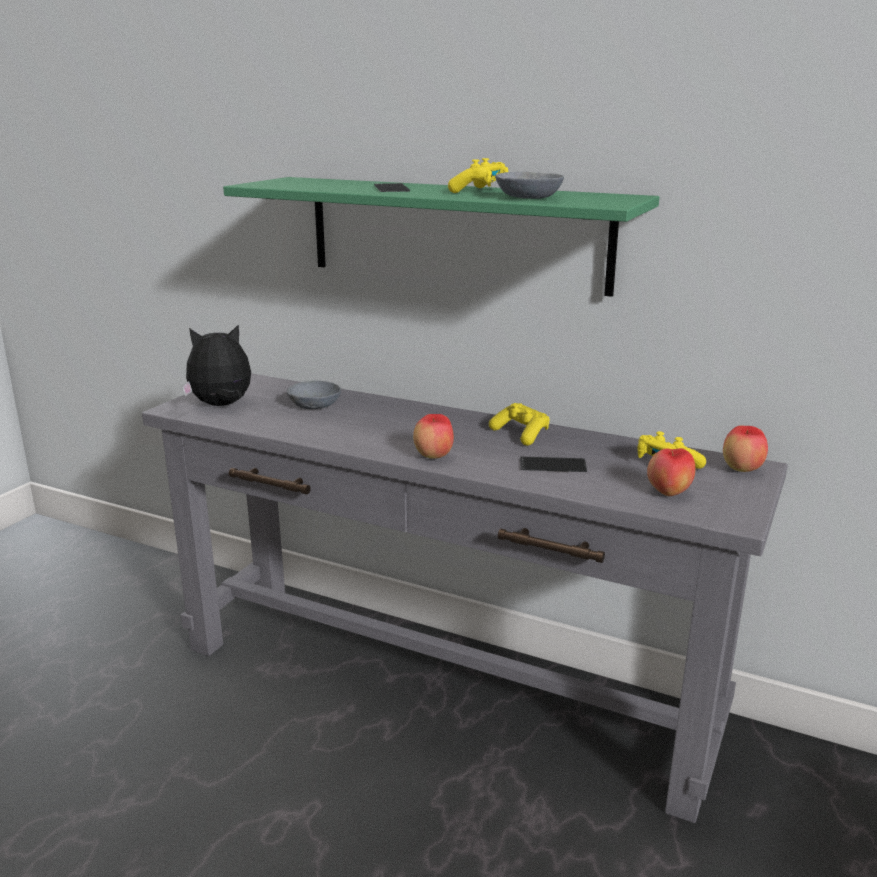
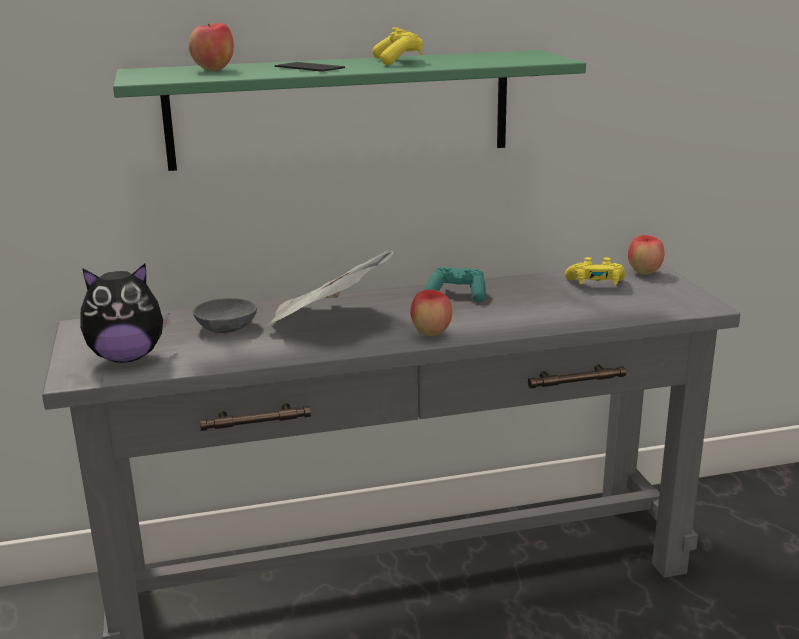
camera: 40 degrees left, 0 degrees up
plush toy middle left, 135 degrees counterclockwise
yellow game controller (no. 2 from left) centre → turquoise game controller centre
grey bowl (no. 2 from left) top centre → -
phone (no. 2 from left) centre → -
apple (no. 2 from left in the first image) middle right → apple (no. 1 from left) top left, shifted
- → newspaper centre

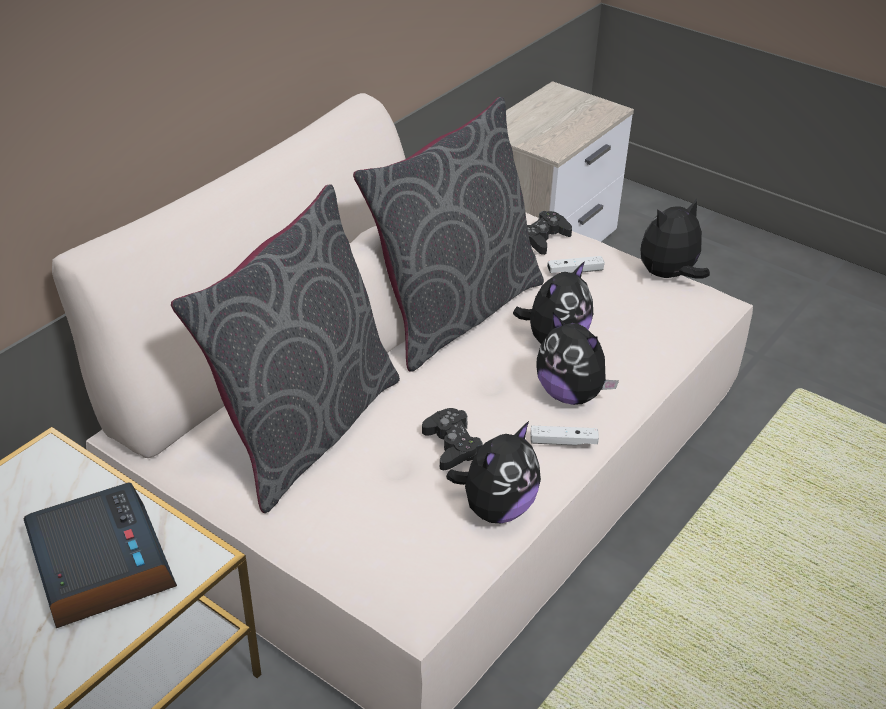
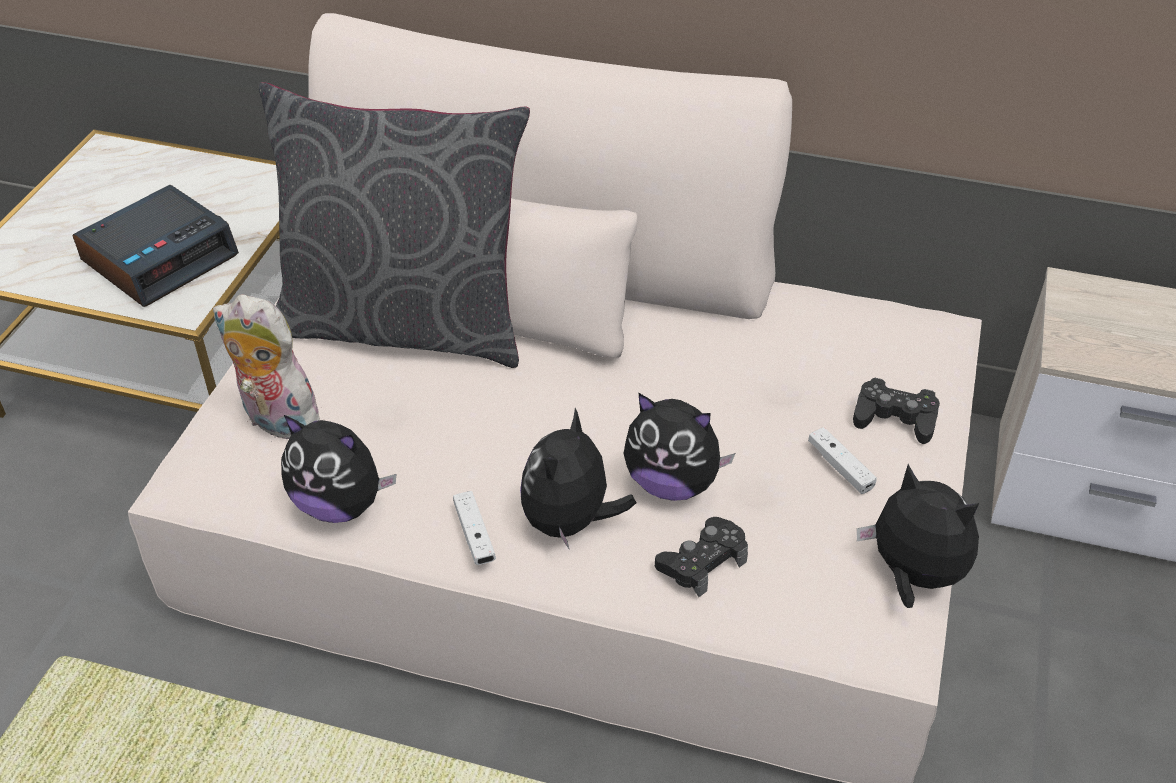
camera: 70 degrees right, 5 degrees up
grey pillow (no. 2 from left) top centre → -
black game controller (no. 1 from left) centre → black game controller (no. 1 from left) bottom centre, shifted
- → plush toy (no. 1 from left) middle left

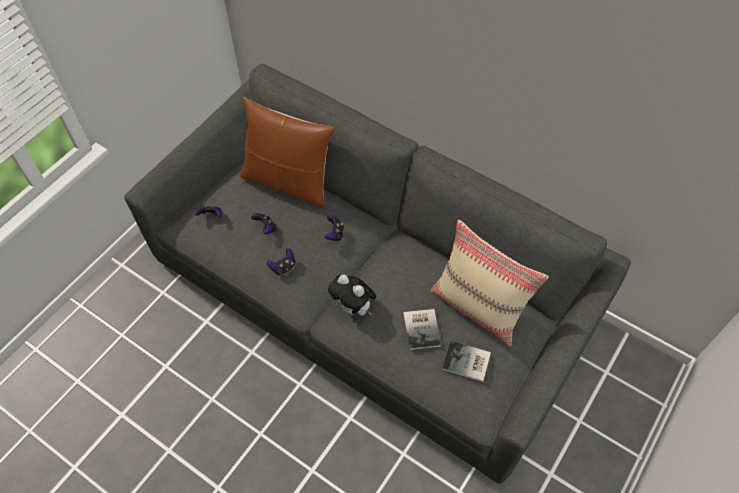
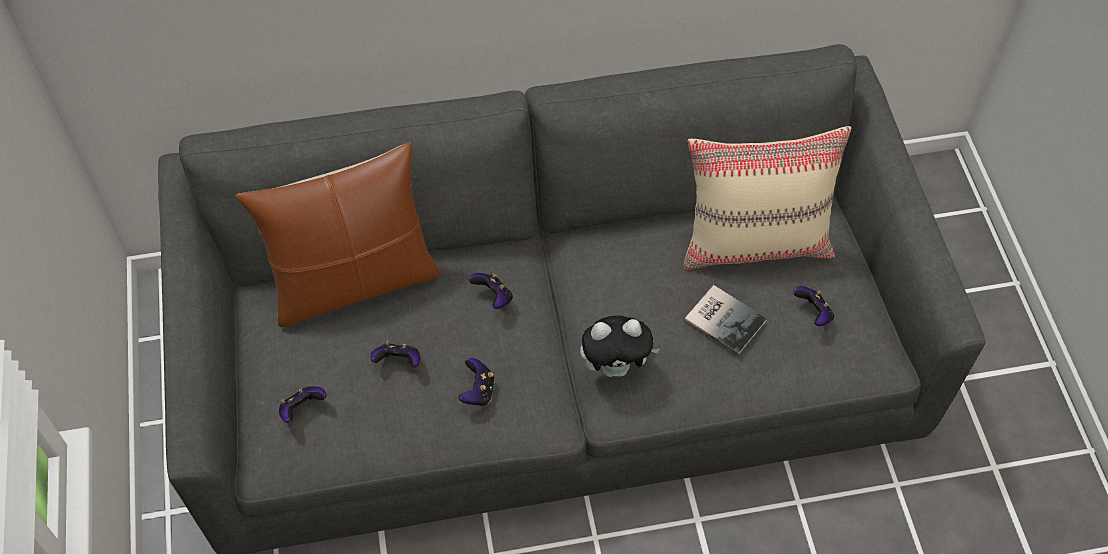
camera: 45 degrees left, 0 degrees up
book (no. 2 from left) bottom centre → game controller (no. 5 from left) middle right

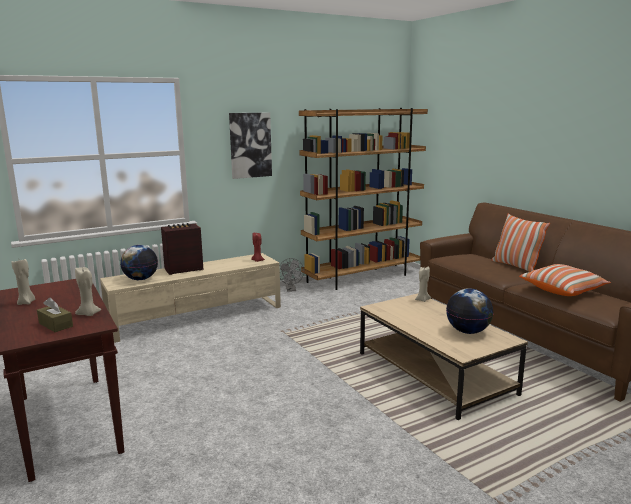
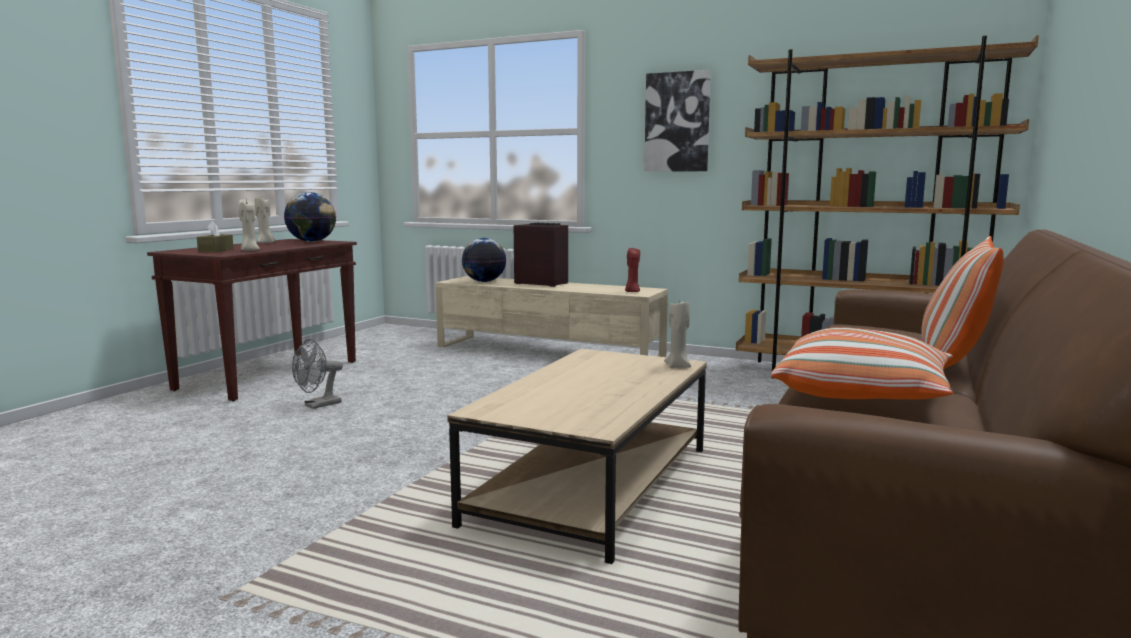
camera: 55 degrees right, 5 degrees down
grey fan centre → grey fan middle left, shifted
globe (no. 2 from left in the first image) middle right → globe (no. 1 from left) middle left, shifted

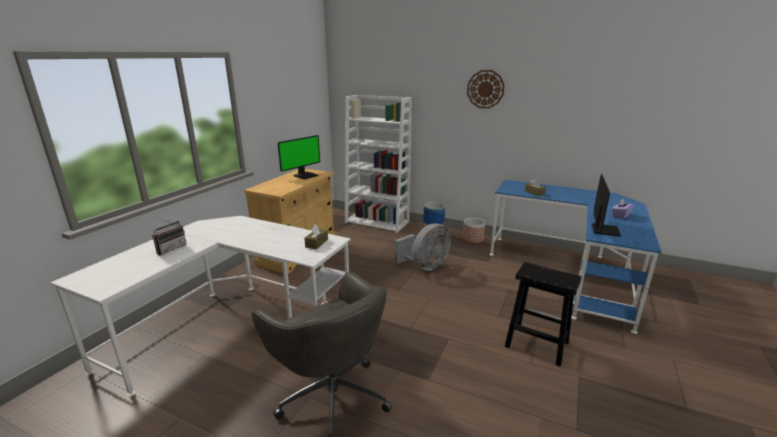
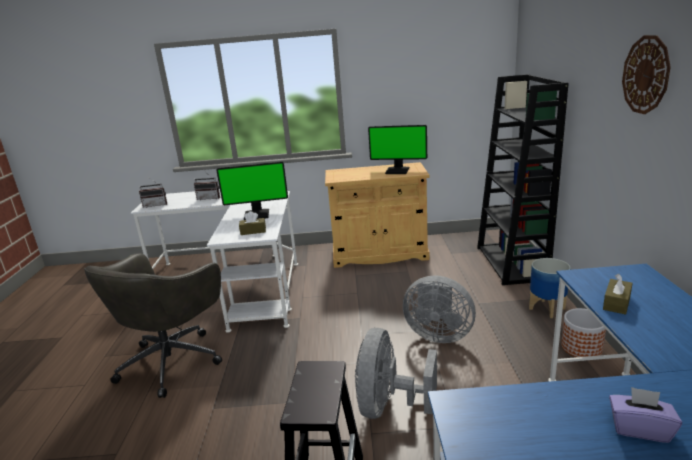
camera: 65 degrees right, 0 degrees up
white bookcase centre → black bookcase middle right
monitor (no. 2 from left in the first image) middle right → monitor (no. 1 from left) centre, shifted
- → radio (no. 1 from left) middle left
- → grey fan (no. 1 from left) bottom centre

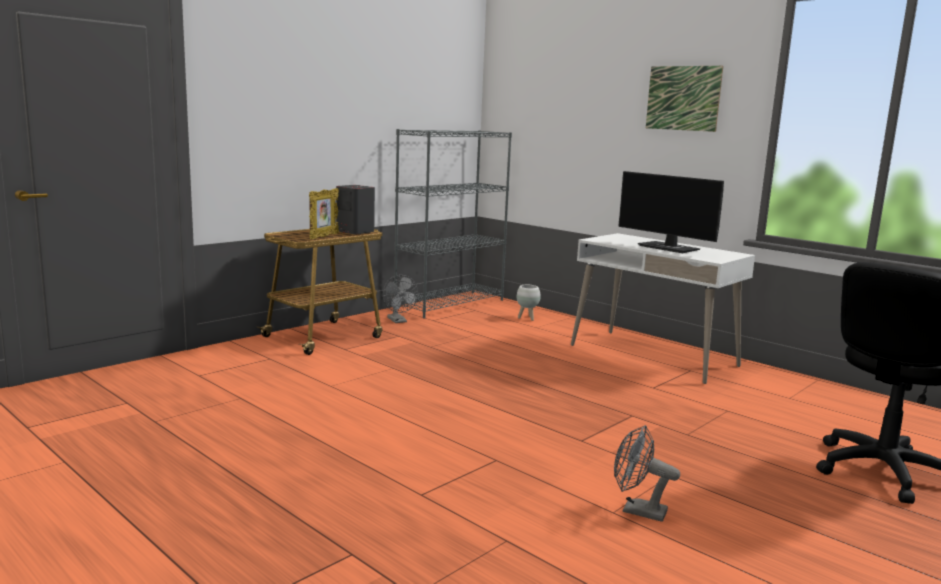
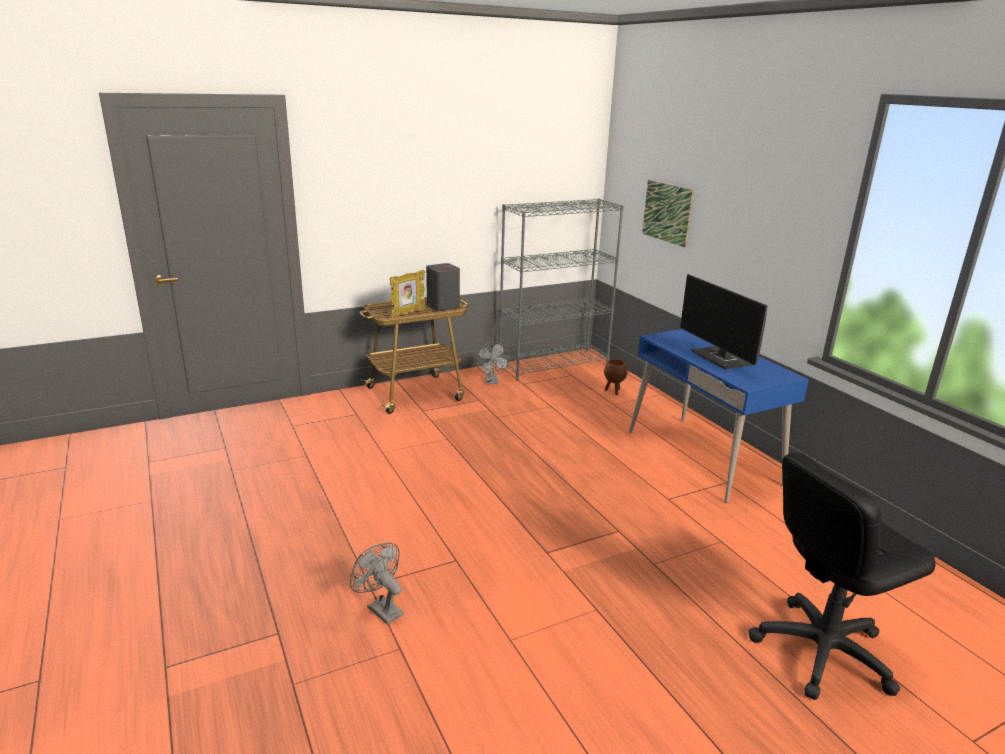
camera: 20 degrees right, 10 degrees up
white planter centre → brown planter centre
white desk middle right → blue desk middle right
grey fan (no. 2 from left in the first image) bottom right → grey fan (no. 1 from left) bottom centre, shifted
picture top right → picture top centre, shifted

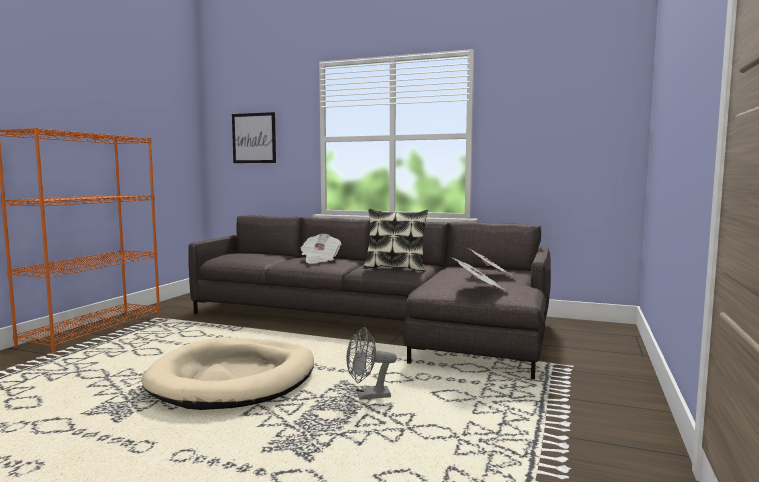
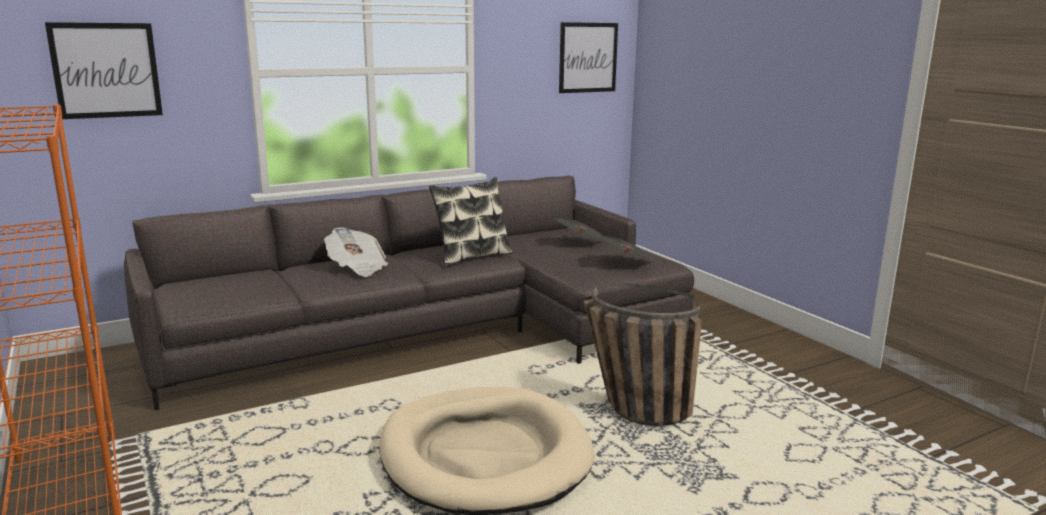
camera: 50 degrees left, 10 degrees up
grey fan bottom centre → basket bottom centre
- → picture (no. 2 from left) top centre

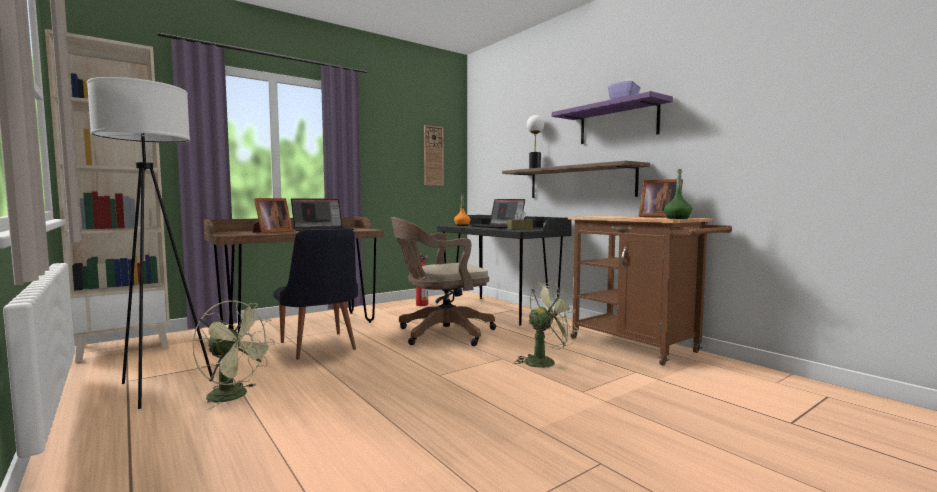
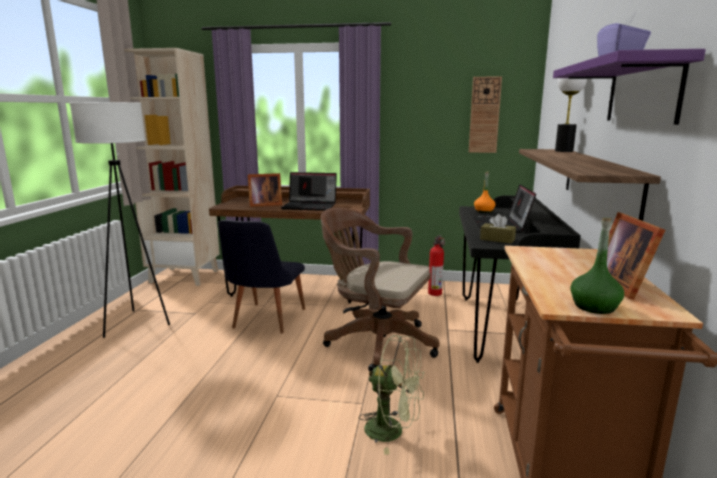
camera: 45 degrees right, 10 degrees up
green fan (no. 1 from left) bottom left → -

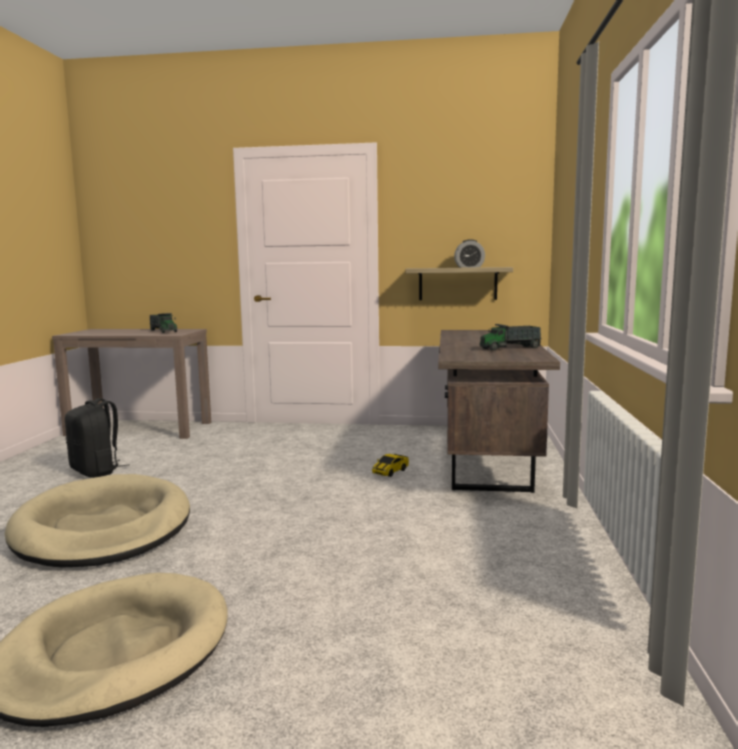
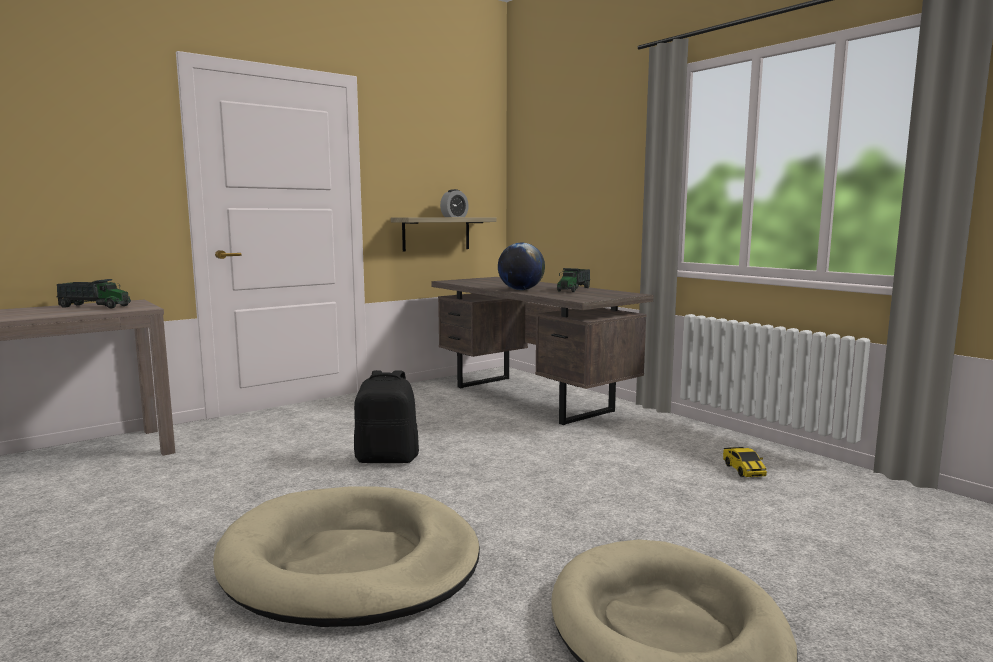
camera: 45 degrees left, 0 degrees up
black backpack middle left → black backpack centre, shifted
toy car centre → toy car bottom right, shifted
- → globe centre

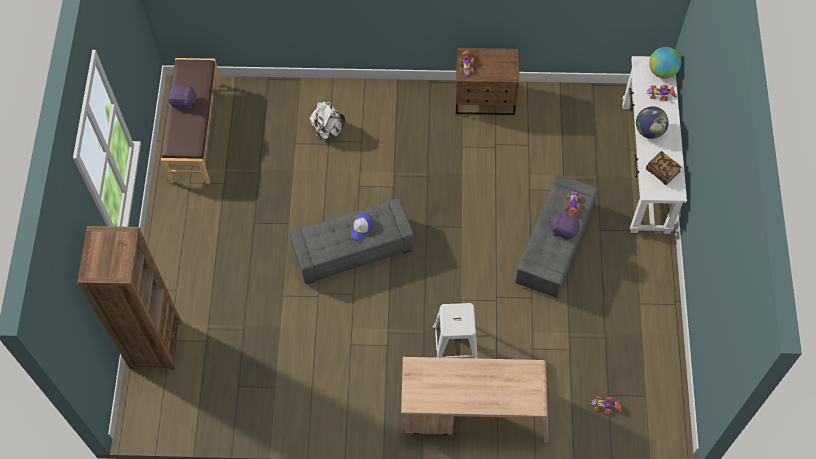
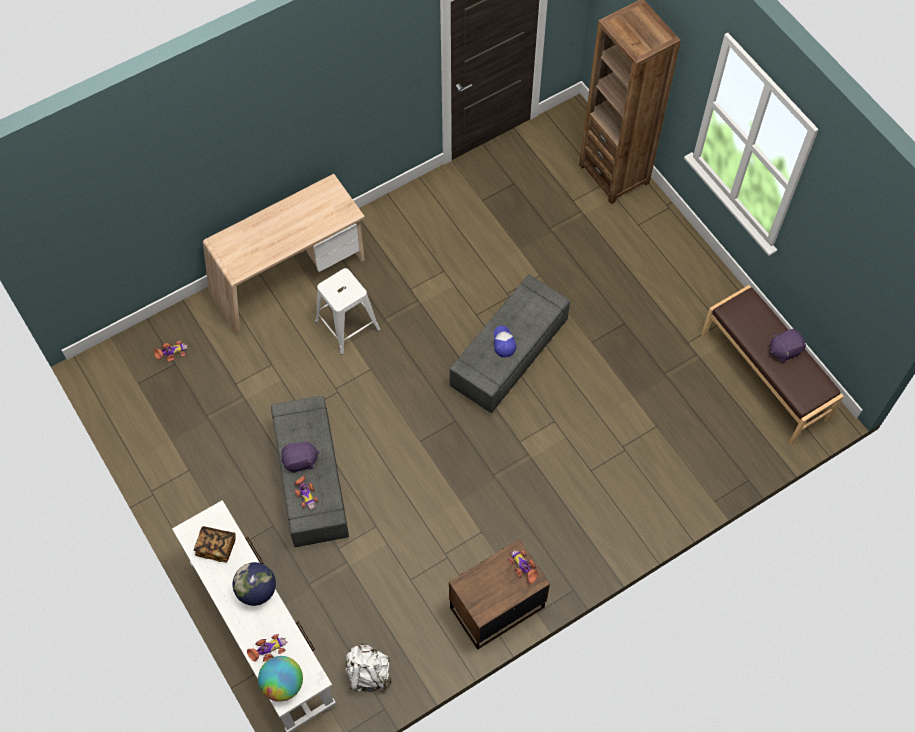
camera: 145 degrees right, 0 degrees up
white backpack top centre → white backpack bottom centre, shifted

